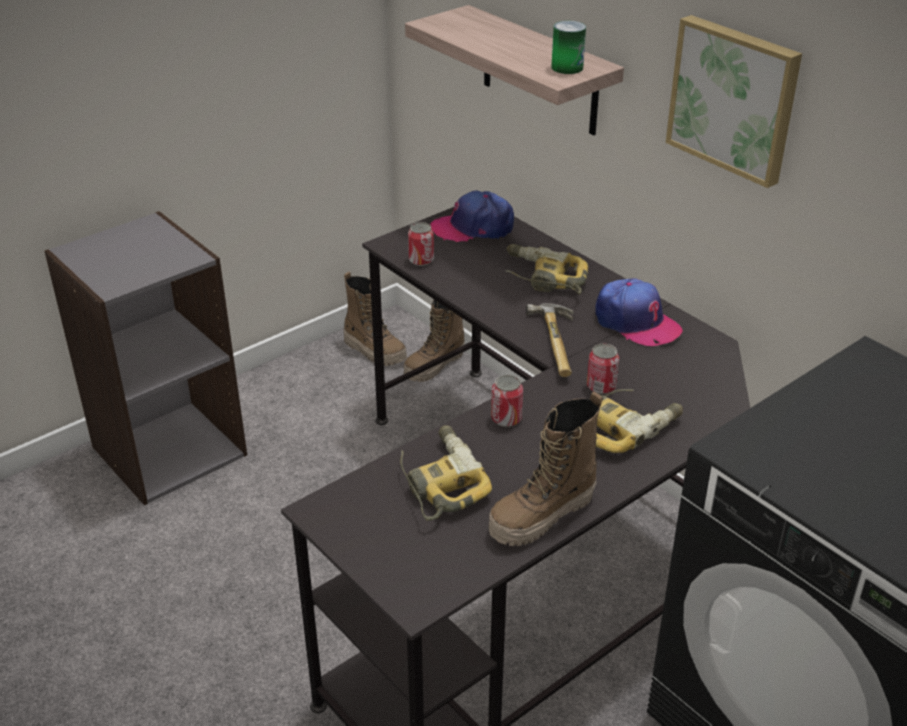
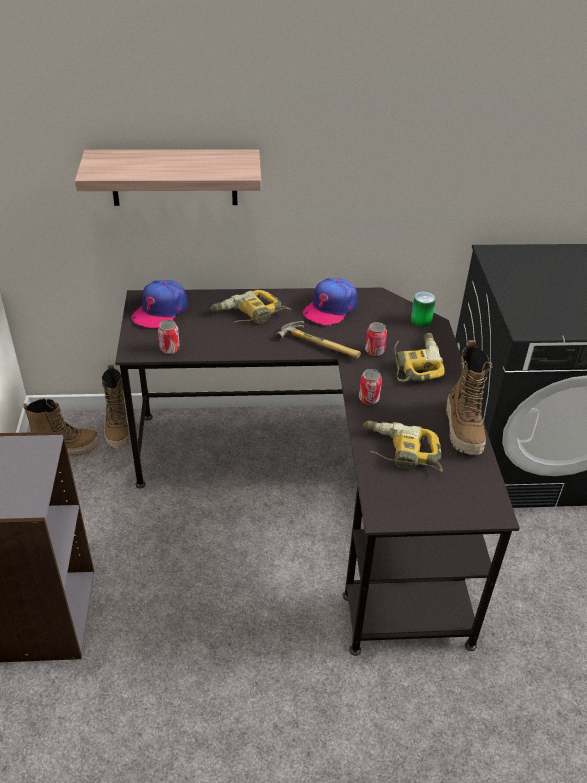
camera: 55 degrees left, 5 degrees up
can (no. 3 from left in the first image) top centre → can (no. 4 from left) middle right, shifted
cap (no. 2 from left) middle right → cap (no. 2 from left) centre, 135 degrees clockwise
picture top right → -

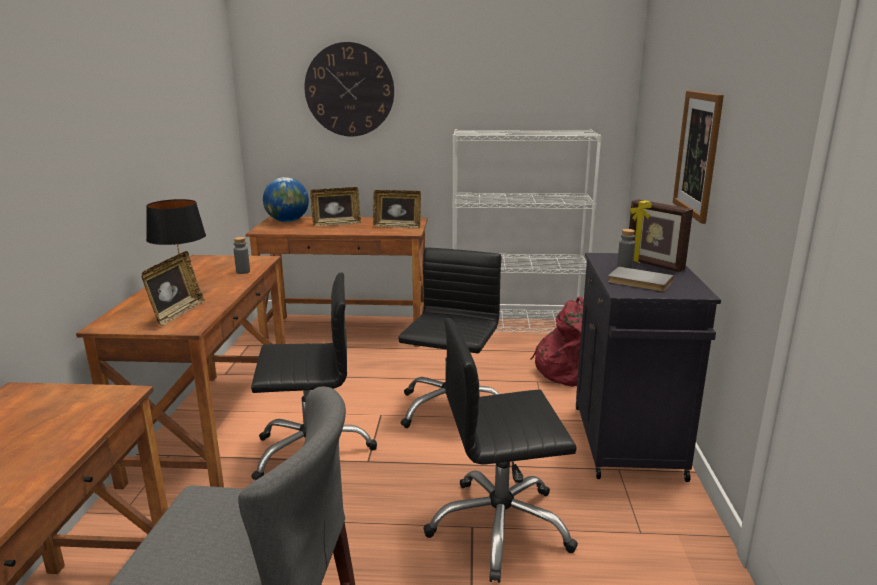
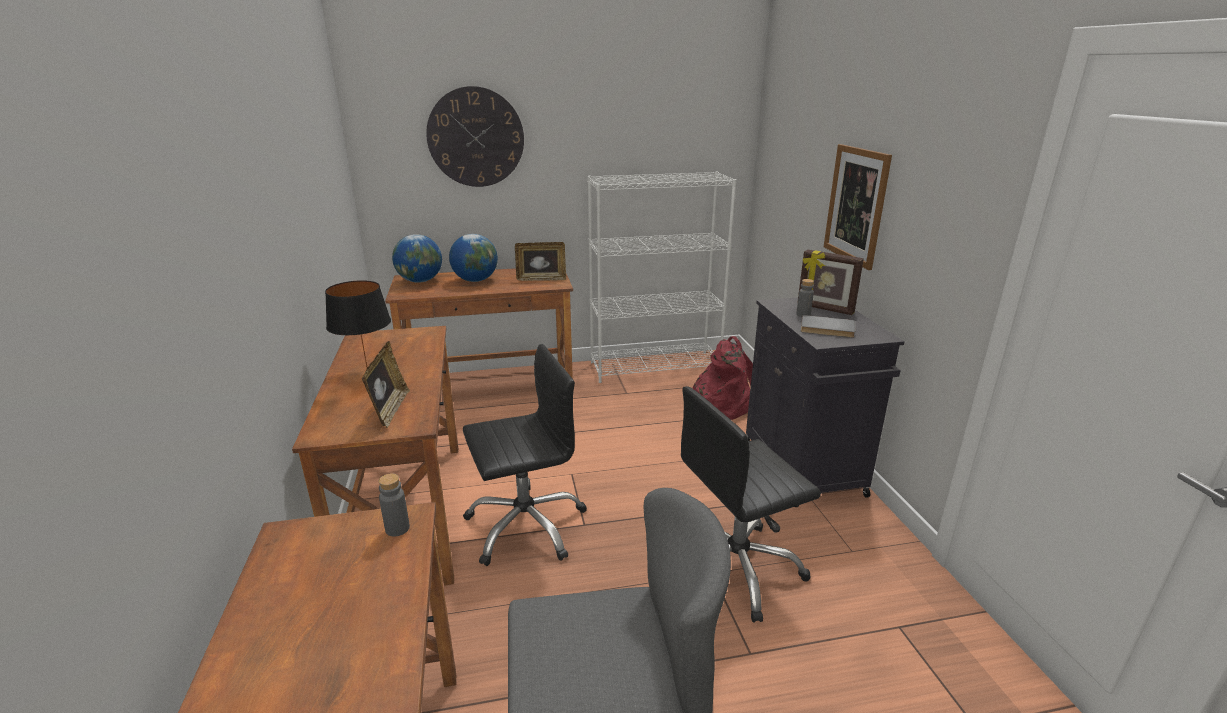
camera: 15 degrees left, 5 degrees up
grey bottle (no. 1 from left) middle left → grey bottle (no. 1 from left) bottom left, shifted
picture frame (no. 2 from left) centre → globe (no. 2 from left) centre
black office chair (no. 2 from left) centre → -

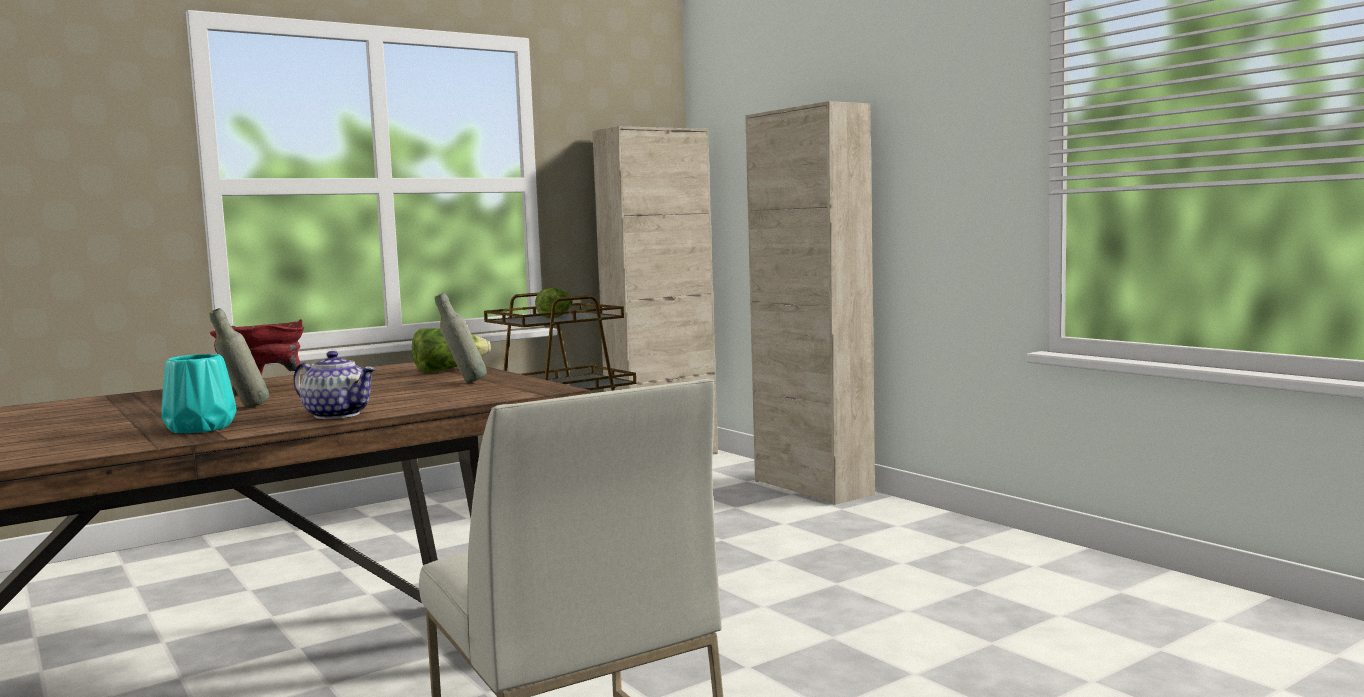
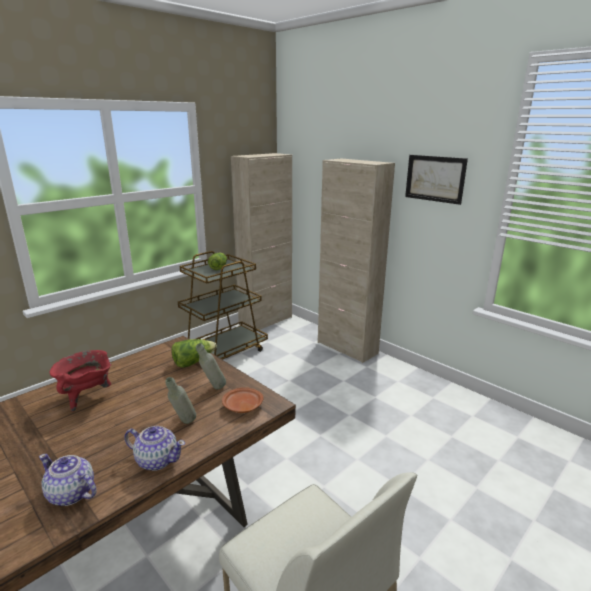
camera: 10 degrees left, 15 degrees up
turquoise vase middle left → teapot (no. 1 from left) bottom left
grey bottle (no. 1 from left) middle left → grey bottle (no. 1 from left) bottom left, shifted
- → brown plate bottom centre
- → picture top right

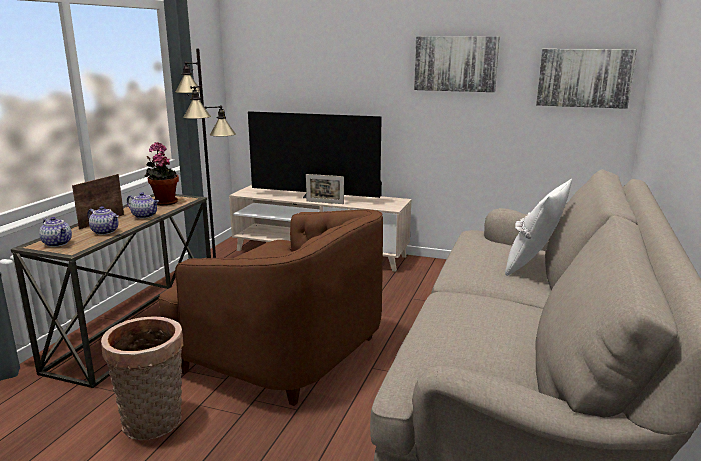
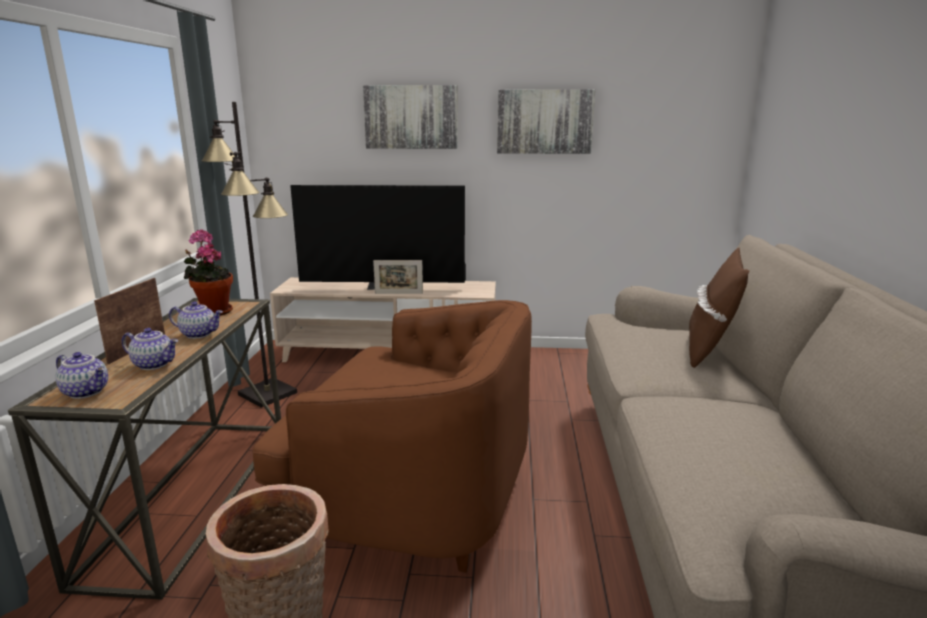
camera: 15 degrees left, 0 degrees up
white pillow middle right → brown pillow middle right
picture (no. 2 from left in the first image) top right → picture (no. 1 from left) top centre, shifted

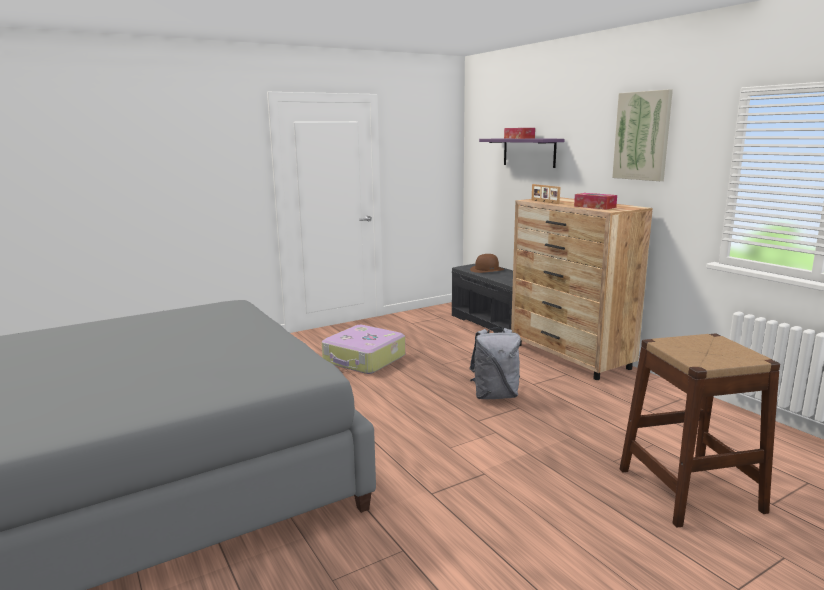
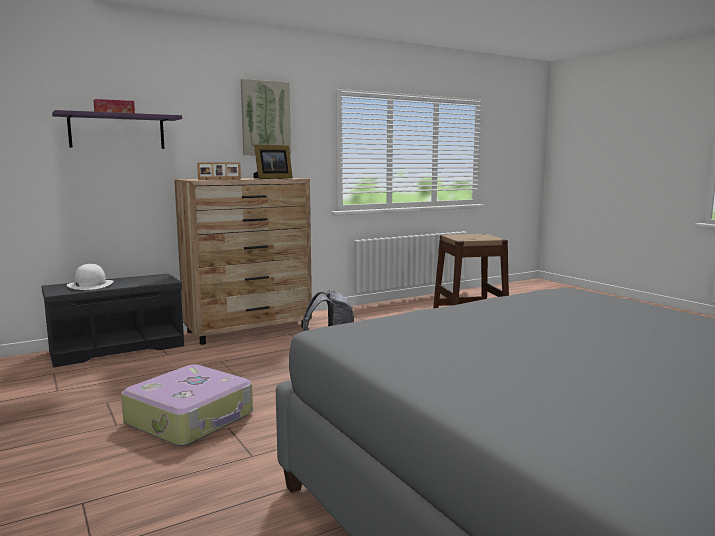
camera: 90 degrees left, 5 degrees down
brown hat centre → white hat middle left
tissue box (no. 2 from left) middle right → picture frame (no. 2 from left) top centre

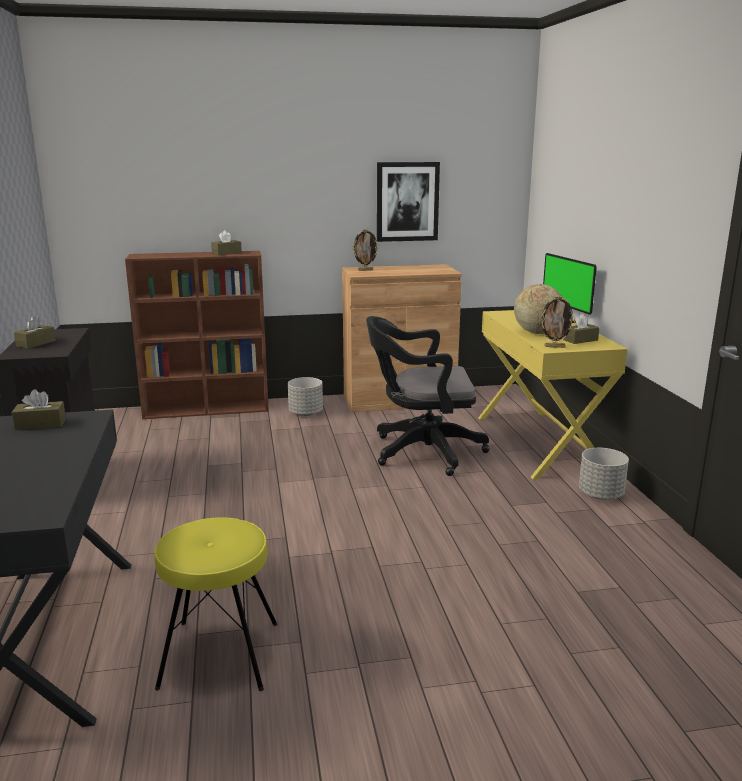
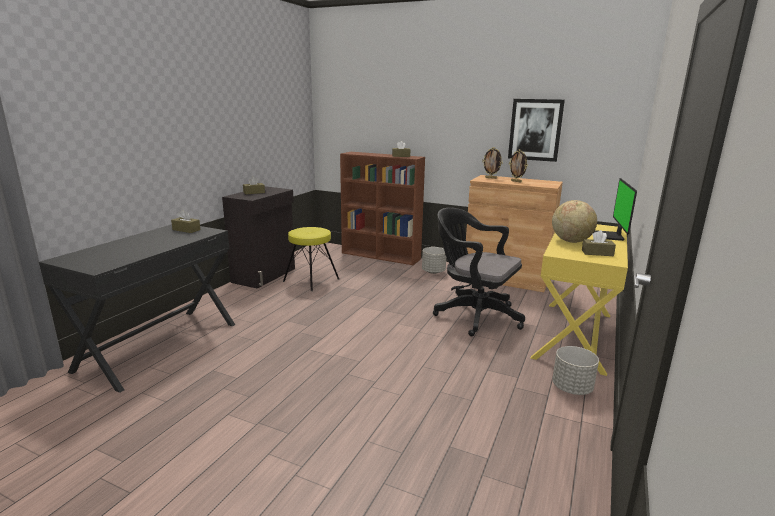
camera: 35 degrees right, 0 degrees up
yellow stool bottom left → yellow stool centre, shifted
picture frame (no. 2 from left) middle right → picture frame (no. 2 from left) top right, shifted

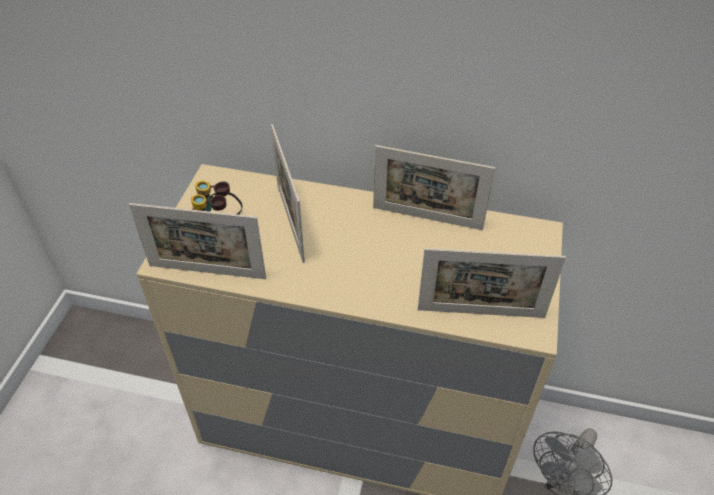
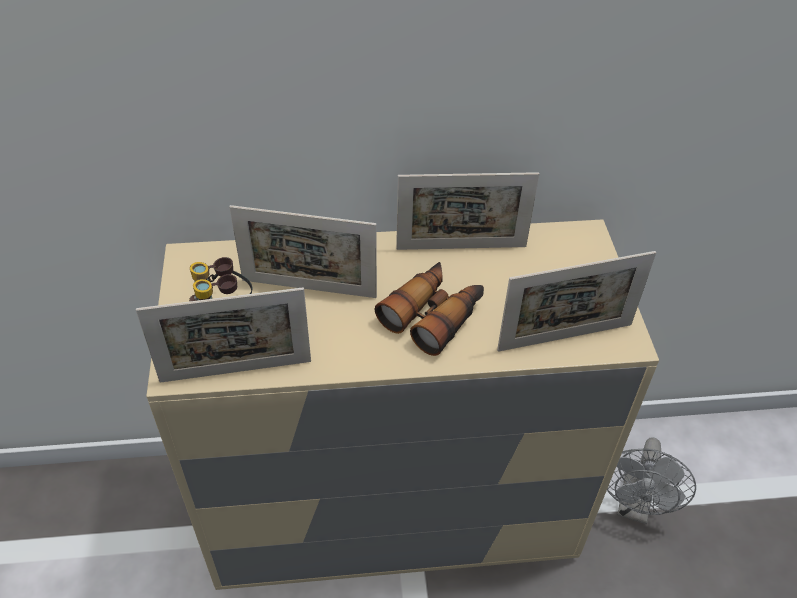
camera: 20 degrees left, 0 degrees up
picture frame (no. 2 from left) centre, 45 degrees counterclockwise
- → binoculars (no. 2 from left) centre

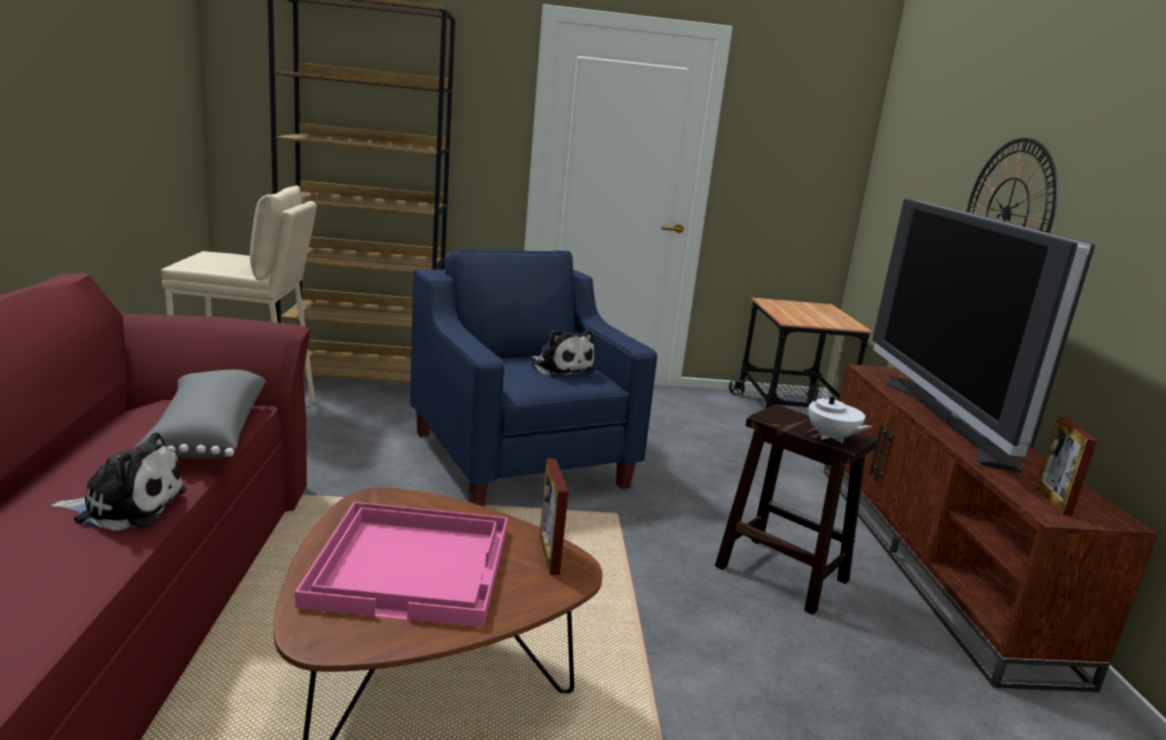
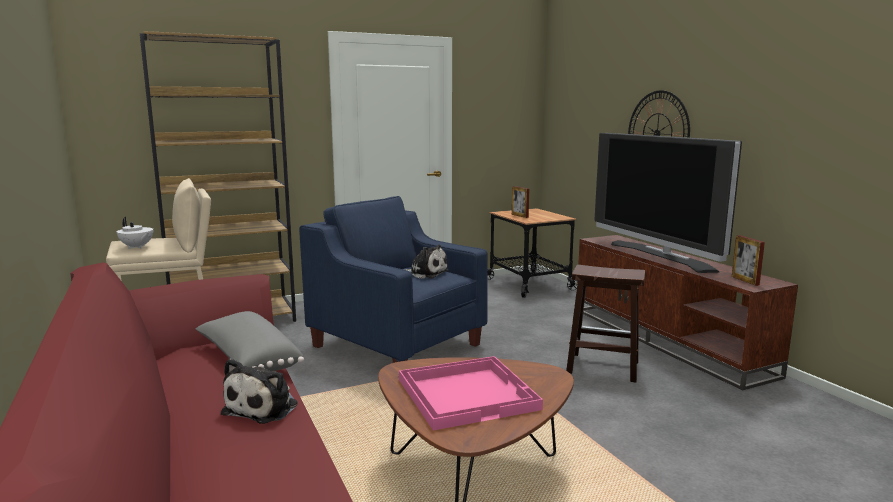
camera: 20 degrees left, 5 degrees down
plush toy (no. 1 from left) middle left → plush toy (no. 1 from left) bottom left, 135 degrees clockwise
picture frame (no. 1 from left) bottom centre → picture frame (no. 1 from left) centre, shifted
white teapot middle right → white teapot middle left, shifted

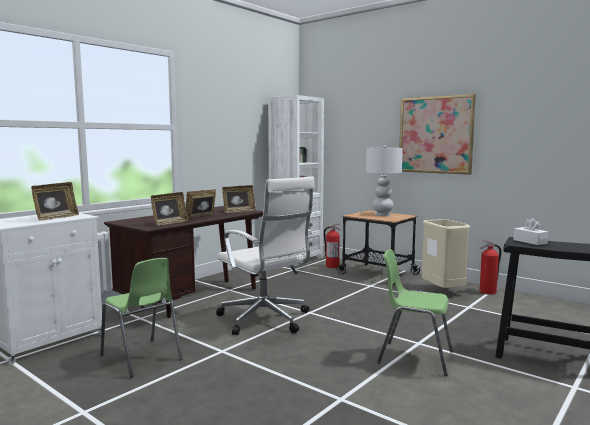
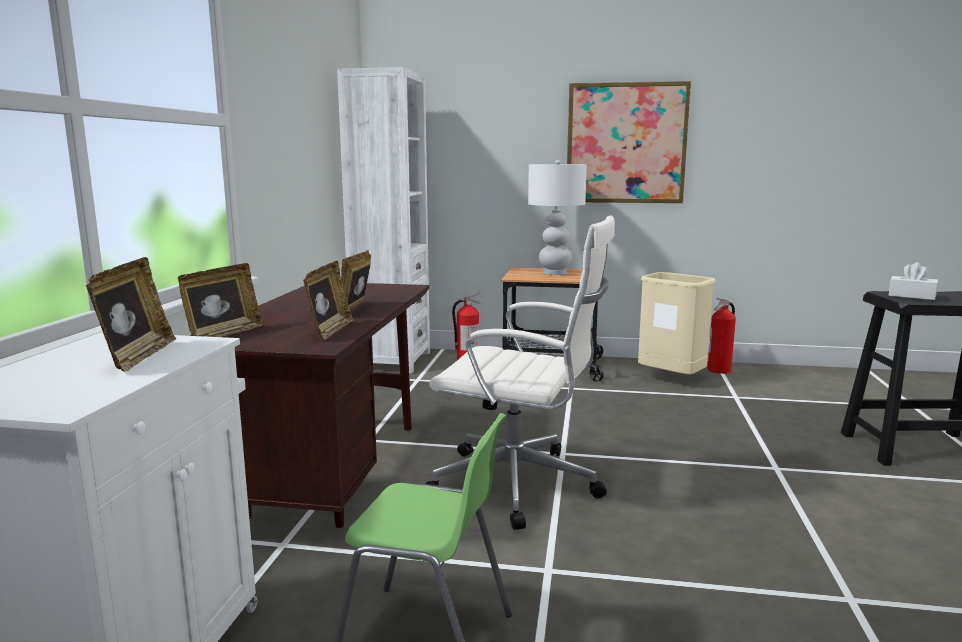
camera: 30 degrees left, 5 degrees up
picture frame (no. 4 from left in the first image) centre → picture frame (no. 2 from left) middle left, shifted
green chair (no. 2 from left) bottom right → -

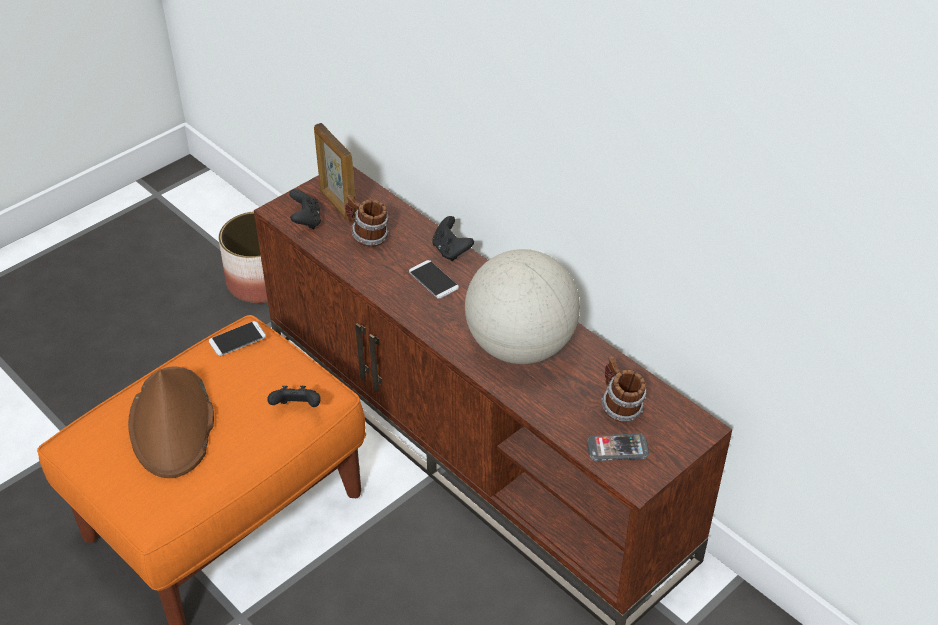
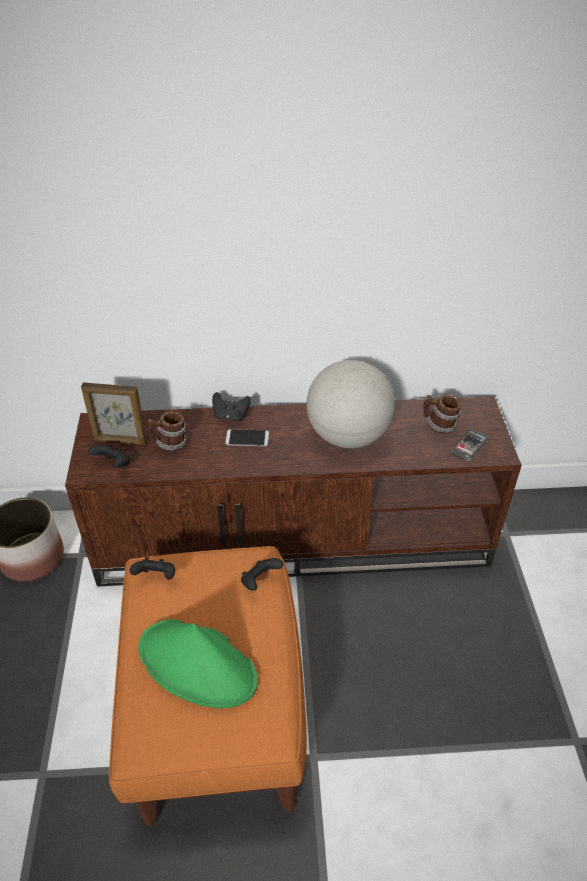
camera: 50 degrees left, 0 degrees up
brown hat bottom left → green hat bottom centre
phone (no. 1 from left) middle left → black game controller (no. 2 from left) middle left

